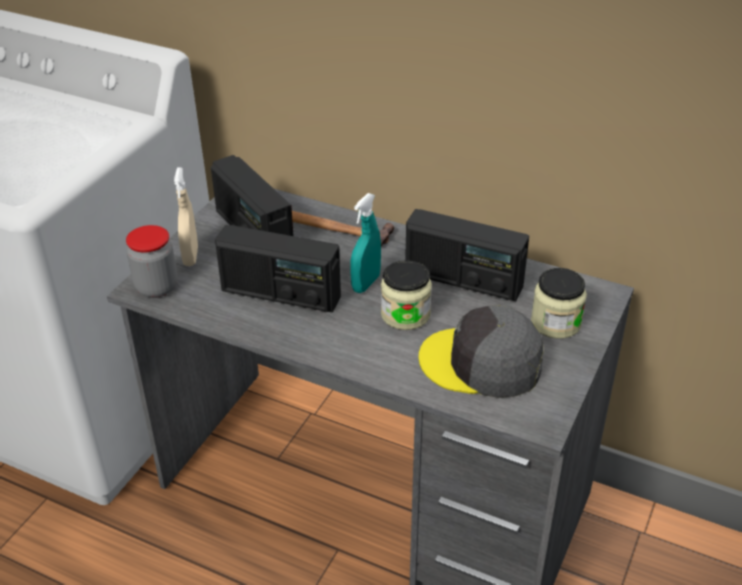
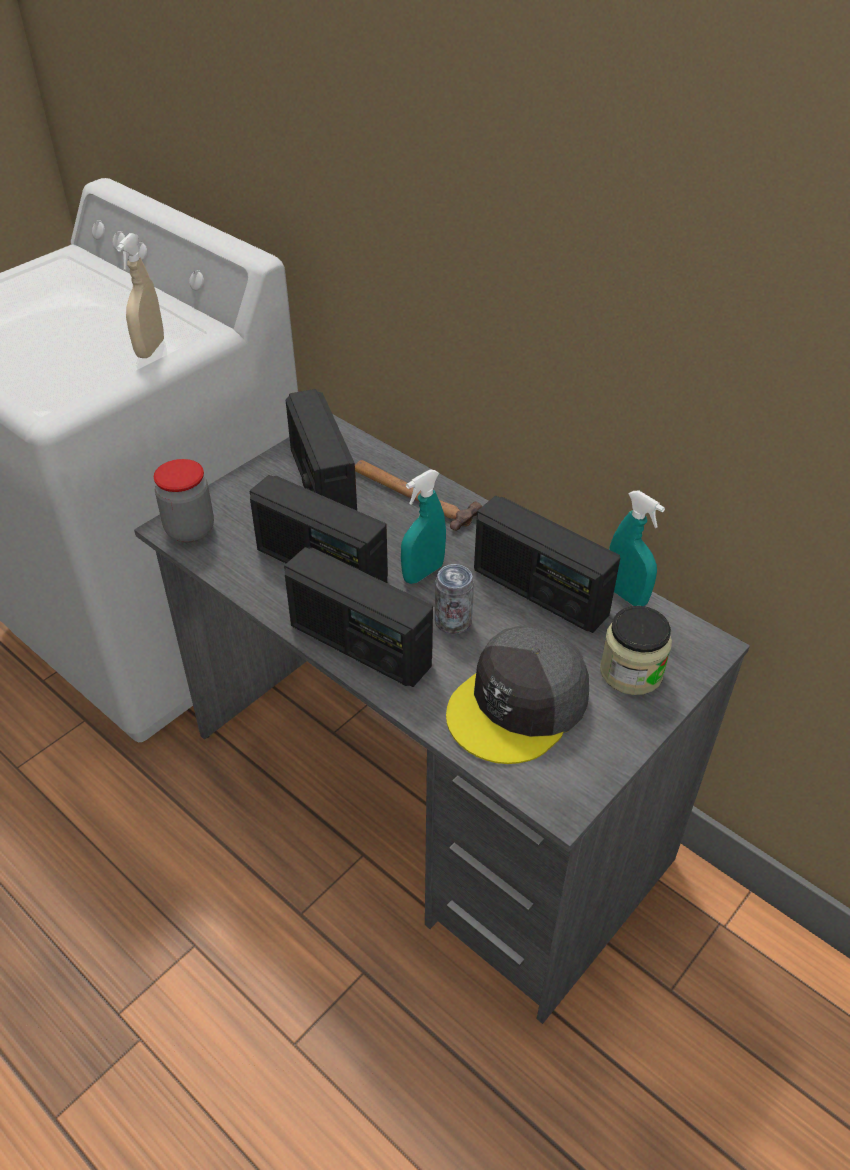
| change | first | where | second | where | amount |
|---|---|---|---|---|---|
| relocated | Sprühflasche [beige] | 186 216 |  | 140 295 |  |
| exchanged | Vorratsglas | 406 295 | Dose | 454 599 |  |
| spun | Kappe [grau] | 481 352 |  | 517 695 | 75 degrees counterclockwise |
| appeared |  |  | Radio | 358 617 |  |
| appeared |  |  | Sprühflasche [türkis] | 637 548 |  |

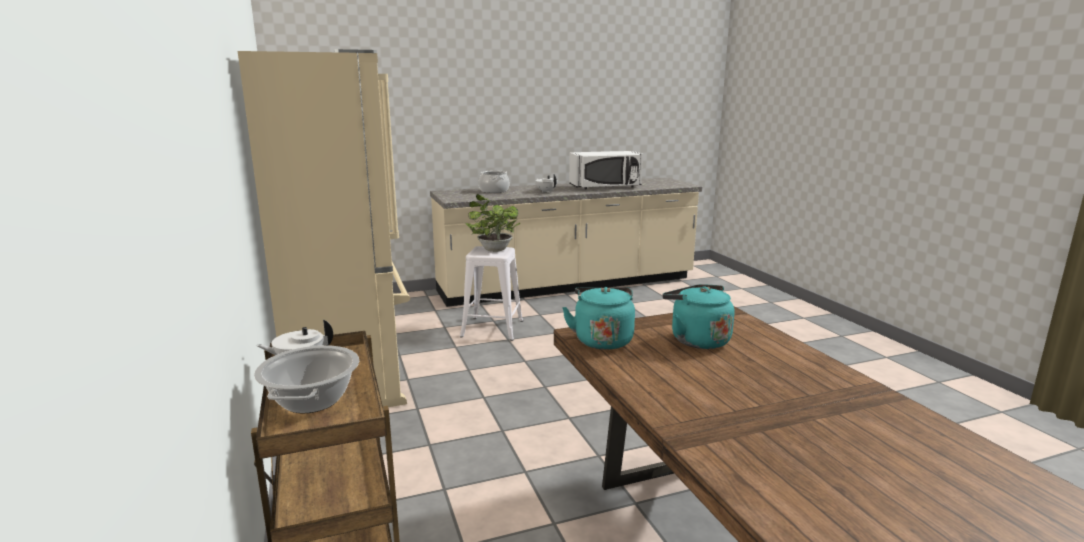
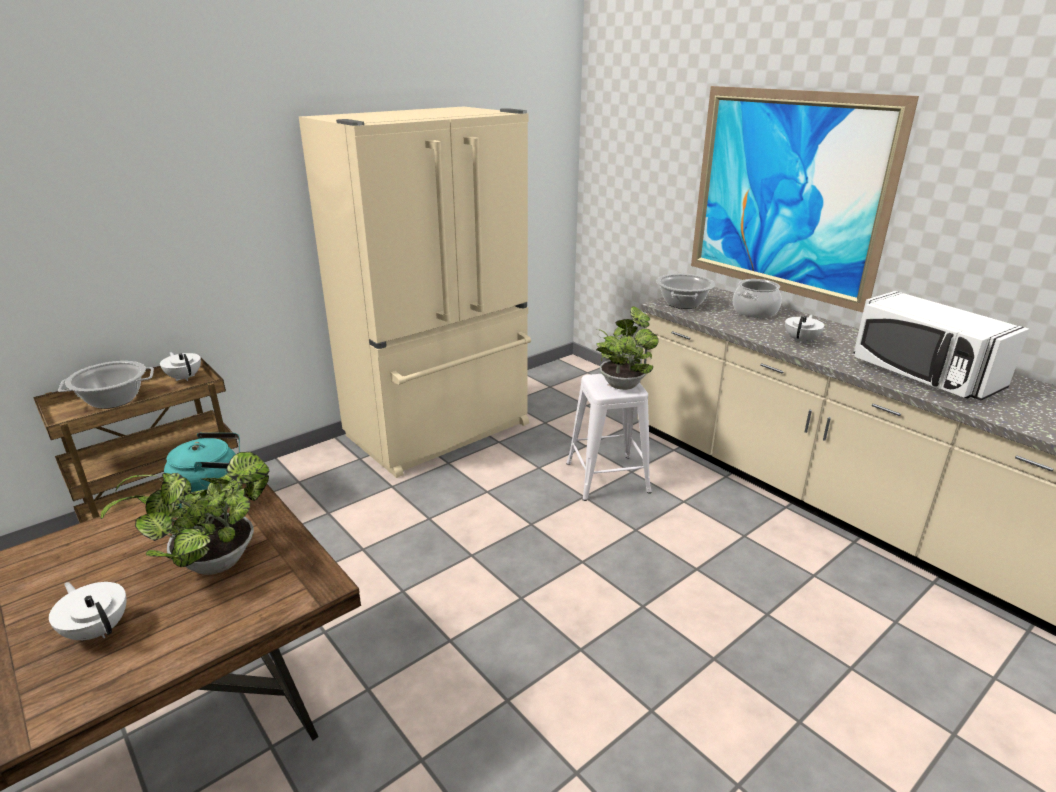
| change | first | where | second | where | amount |
|---|---|---|---|---|---|
| exchanged | Wasserkessel [türkis] | 698 316 | Topfpflanze | 185 513 |  |
| appeared |  |  | Teekanne [weiß] | 87 611 |  |
| appeared |  |  | Kochtopf | 685 291 |  |
| appeared |  |  | Bild | 805 199 |  |

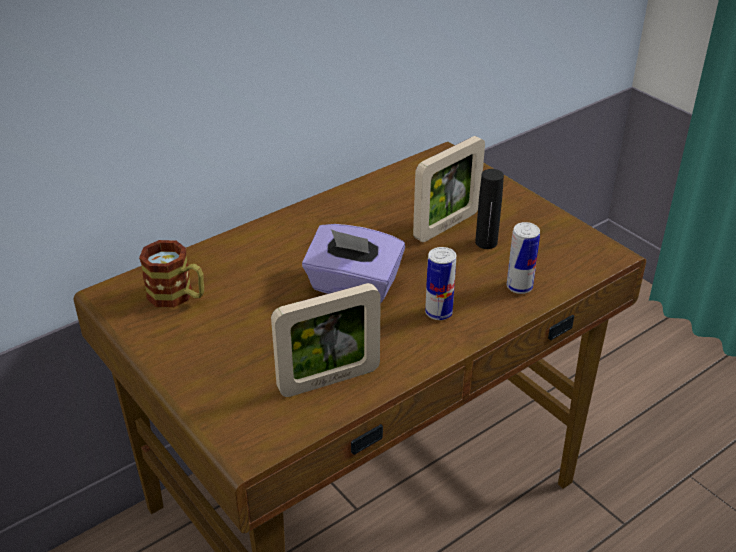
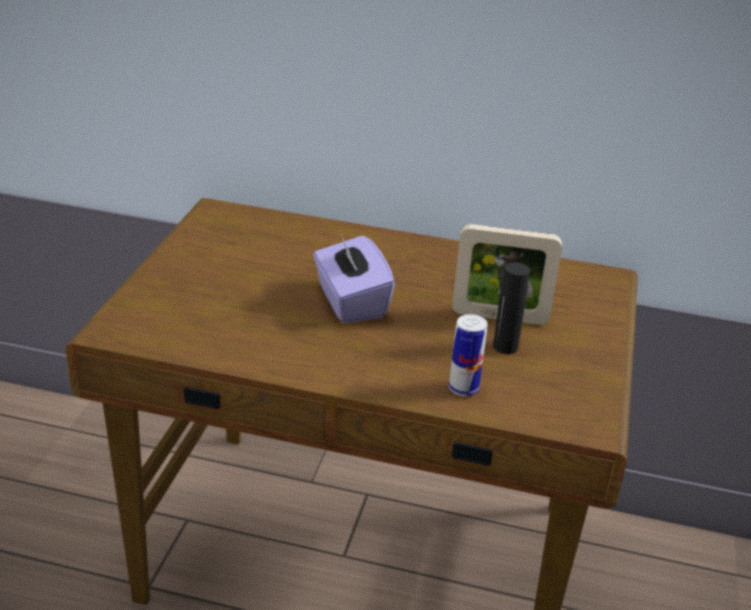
| change | first | where | second | where | amount |
|---|---|---|---|---|---|
| missing | Henkelbecher | 171 274 |  |  |  |
| missing | Bilderrahmen | 326 340 |  |  |  |
| missing | Dose | 440 283 |  |  |  |

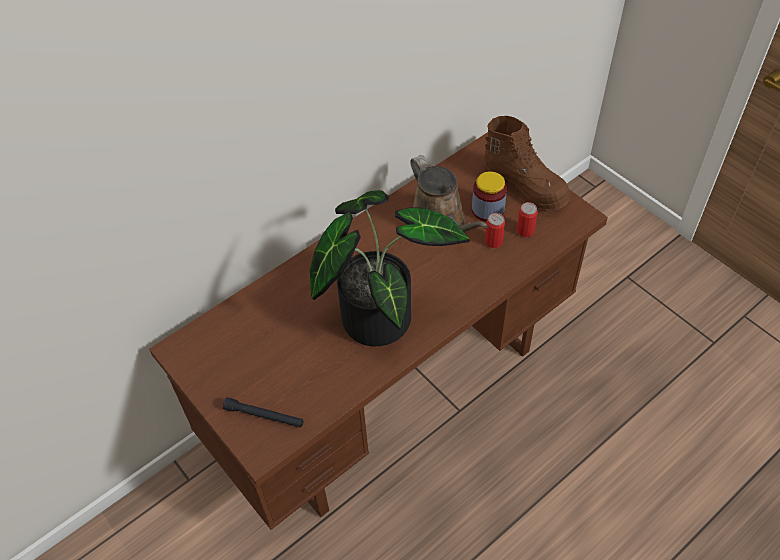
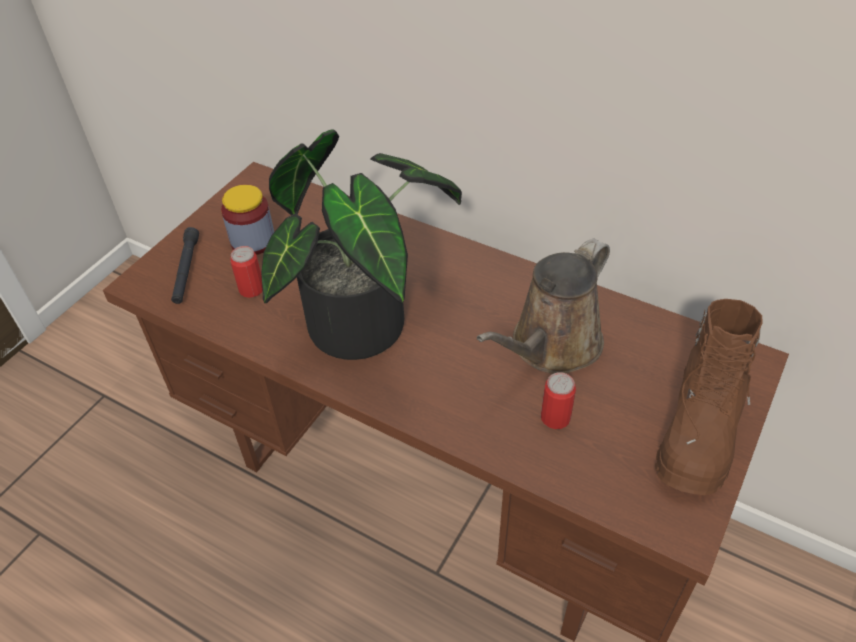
| change | first | where | second | where | amount |
|---|---|---|---|---|---|
| relocated | Vorratsglas | 489 196 |  | 247 220 |  |
| relocated | Dose | 527 219 |  | 246 272 |  |

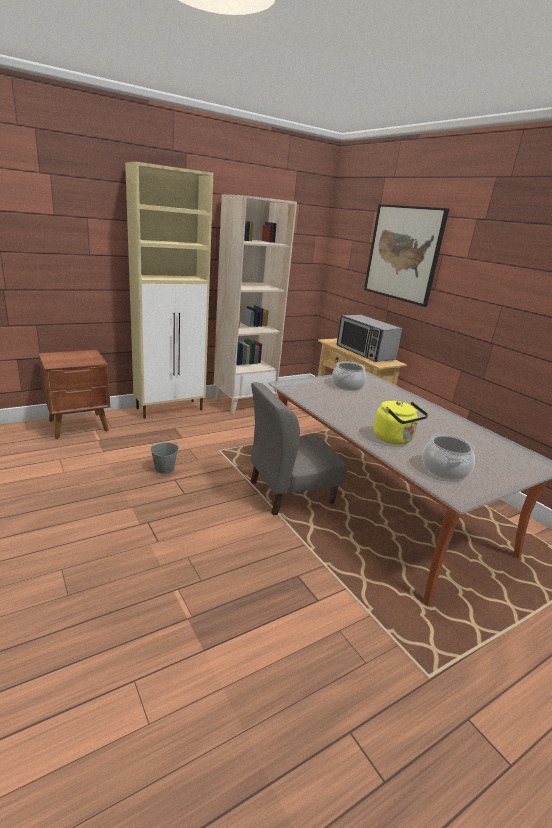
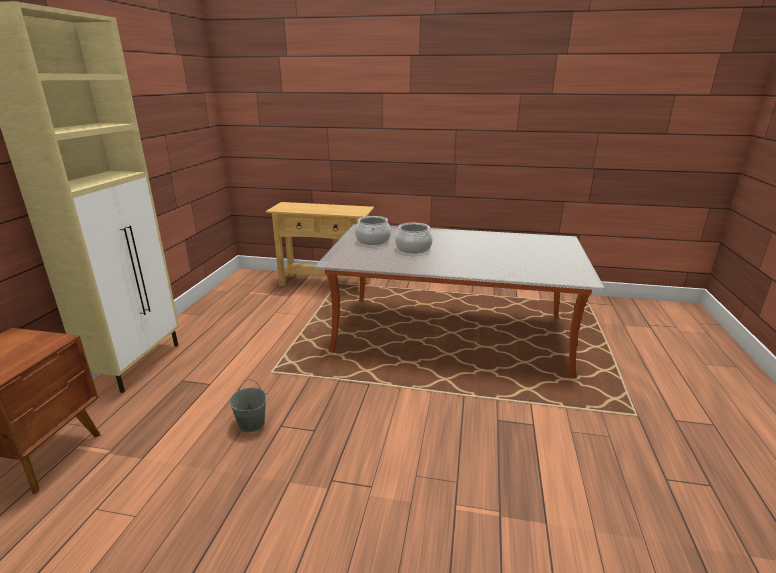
| change | first | where | second | where | amount |
|---|---|---|---|---|---|
| missing | Bücherregal [beige] | 255 304 |  |  |  |
| missing | Stuhl [grau] | 299 449 |  |  |  |
| missing | Mikrowelle | 369 338 |  |  |  |
| missing | Bild | 406 255 |  |  |  |
| missing | Wasserkessel [gelb] | 400 423 |  |  |  |
| relocated | Kochtopf | 448 457 |  | 414 238 |  |

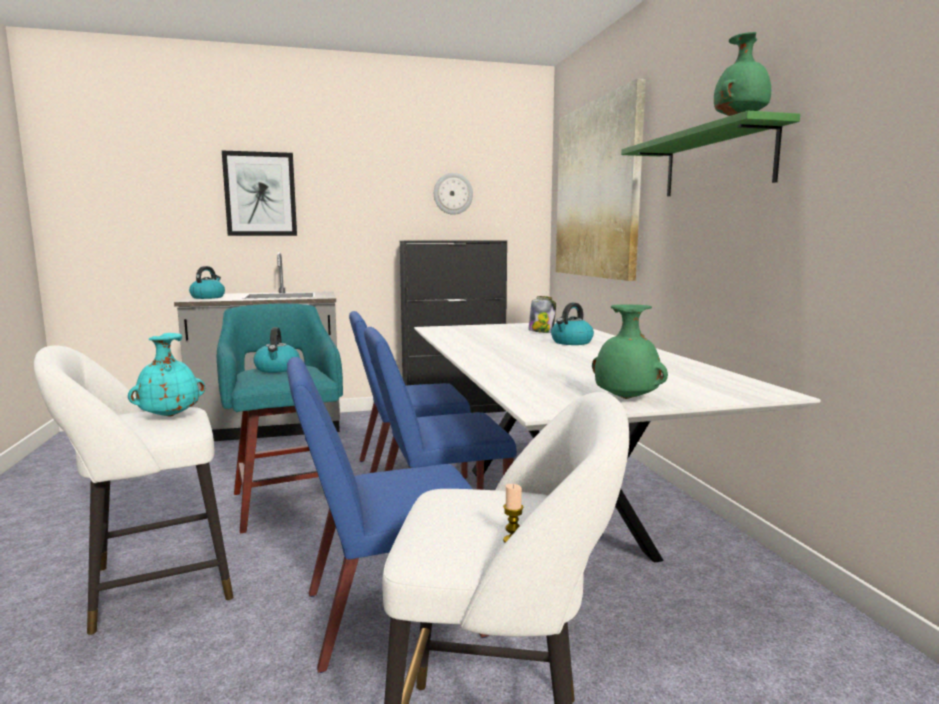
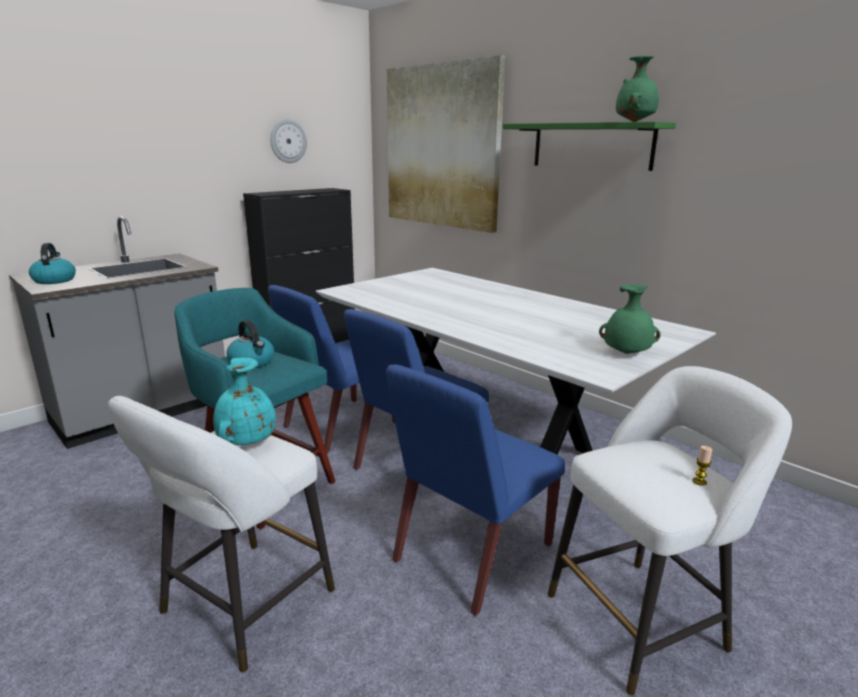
| change | first | where | second | where | amount |
|---|---|---|---|---|---|
| missing | Bild | 259 193 |  |  |  |
| missing | Vorratsglas | 542 314 |  |  |  |
| missing | Wasserkessel | 572 324 |  |  |  |

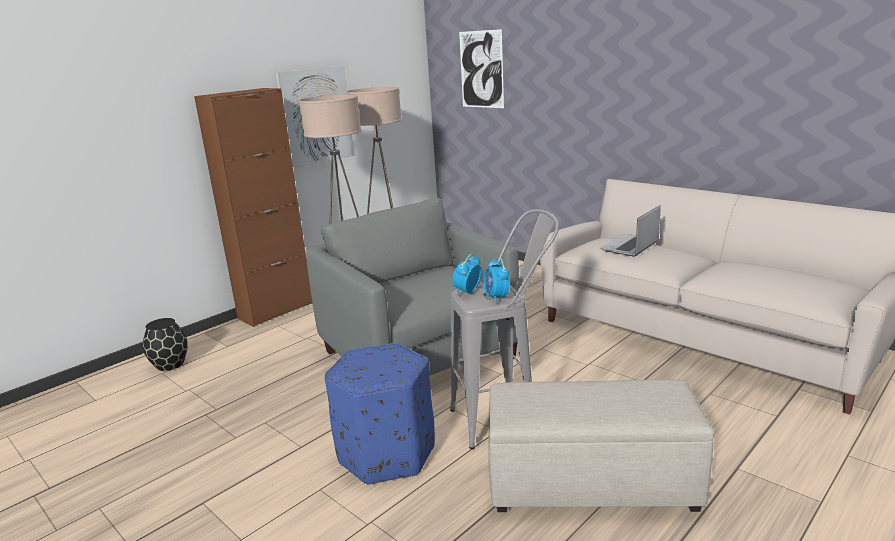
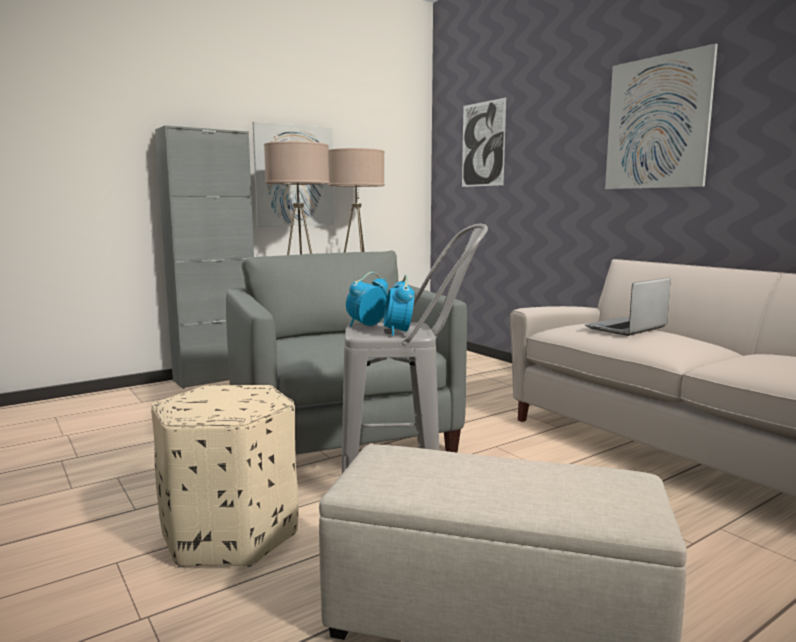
| change | first | where | second | where | amount |
|---|---|---|---|---|---|
| missing | Vase [schwarz] | 165 344 |  |  |  |
| colour | Schrank [braun] | 253 207 | Schrank [grau] | 204 257 |  |
| colour | Polsterhocker [blau] | 380 414 | Polsterhocker [beige] | 224 476 |  |
| appeared |  |  | Bild | 661 116 |  |

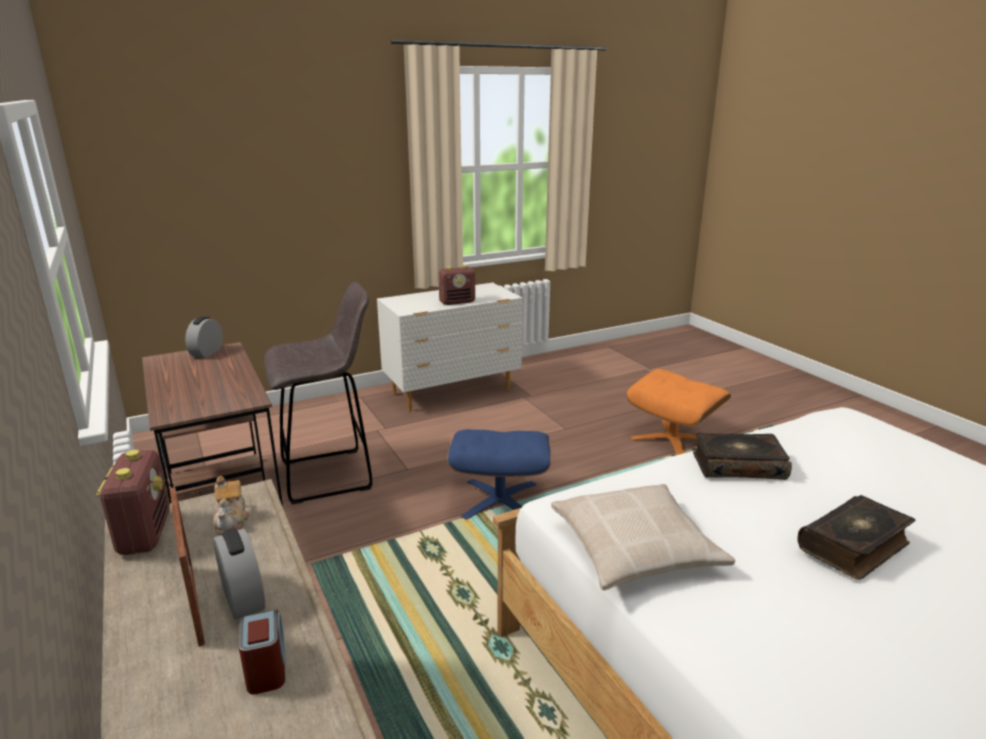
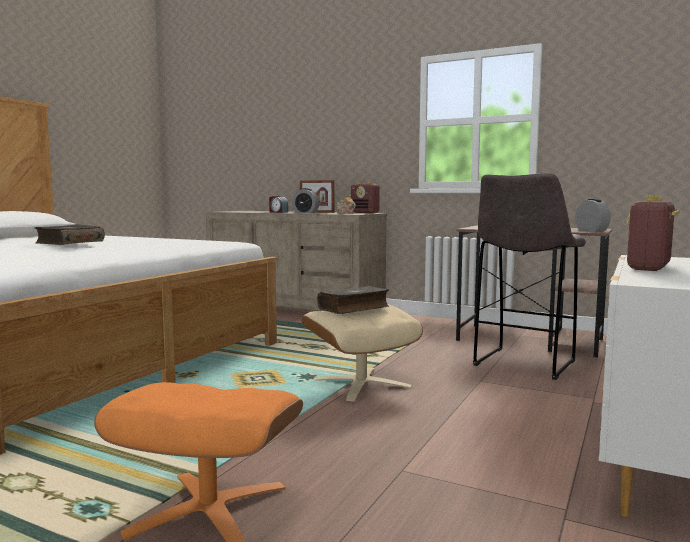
| change | first | where | second | where | amount |
|---|---|---|---|---|---|
| colour | Polsterhocker [blau] | 499 474 | Polsterhocker [beige] | 362 353 |  |
| missing | Kissen [beige] | 643 537 |  |  |  |
| relocated | Buch | 742 456 |  | 353 300 |  |

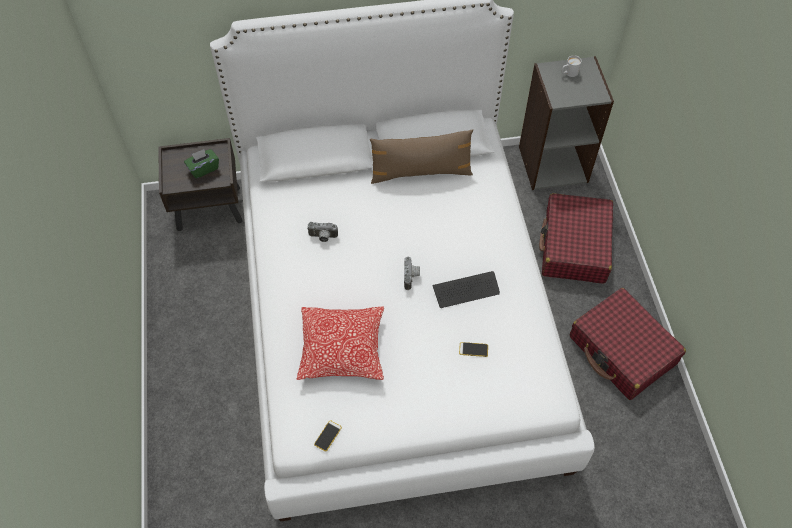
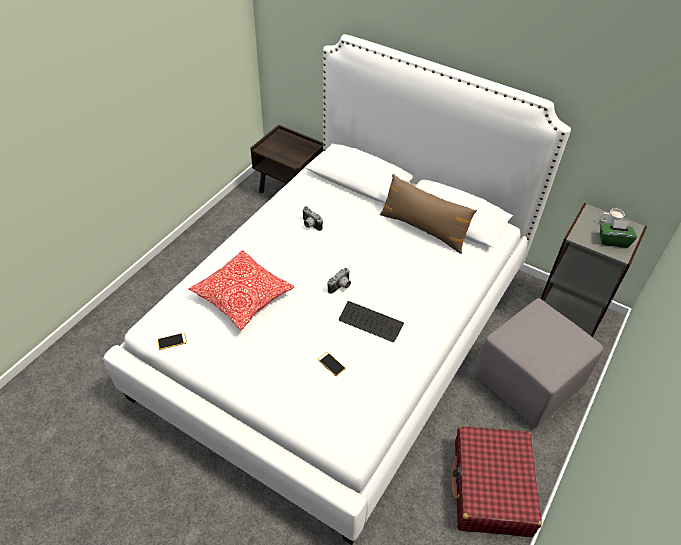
| change | first | where | second | where | amount |
|---|---|---|---|---|---|
| relocated | Taschentuchbox [grün] | 201 164 |  | 618 233 |  |
| exchanged | Koffer [rot] | 576 238 | Polsterhocker [grau] | 539 363 |  |

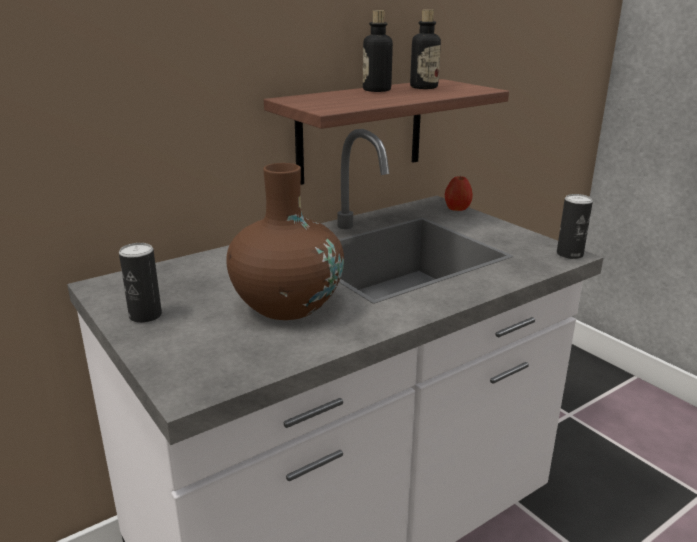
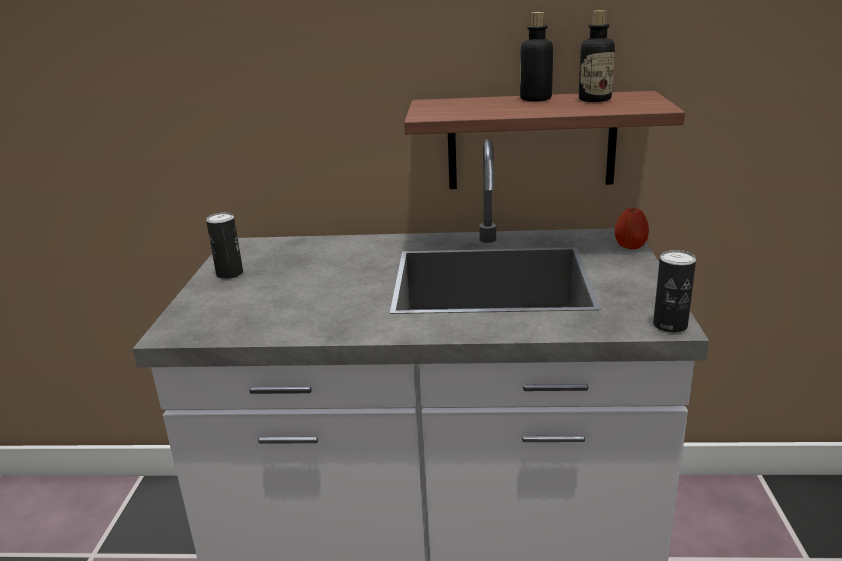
| change | first | where | second | where | amount |
|---|---|---|---|---|---|
| missing | Vase [braun] | 285 241 |  |  |  |

